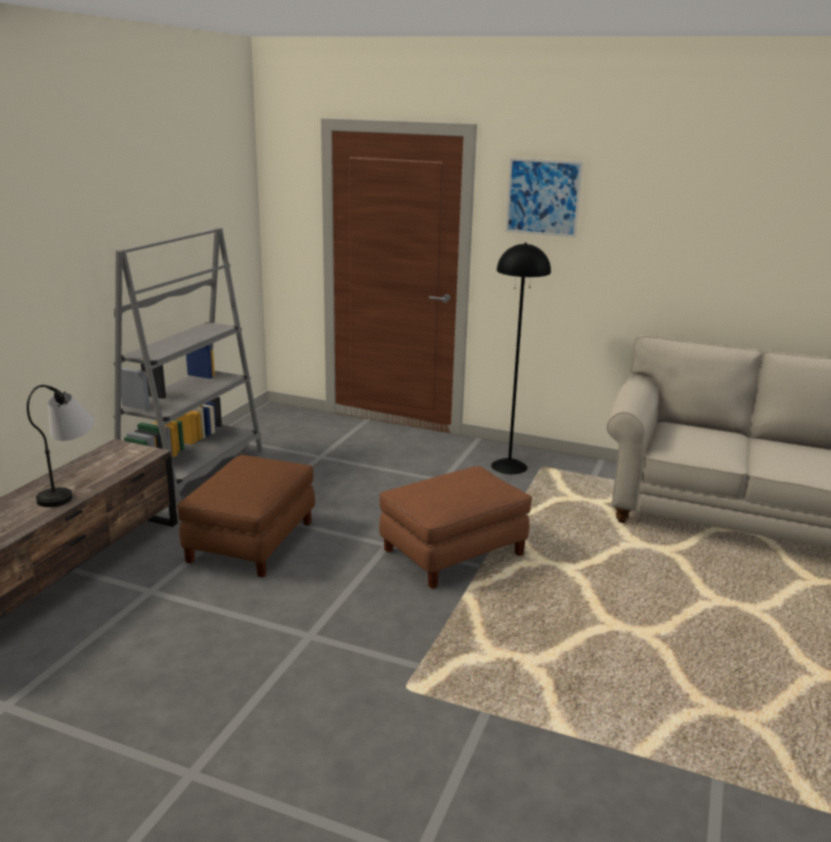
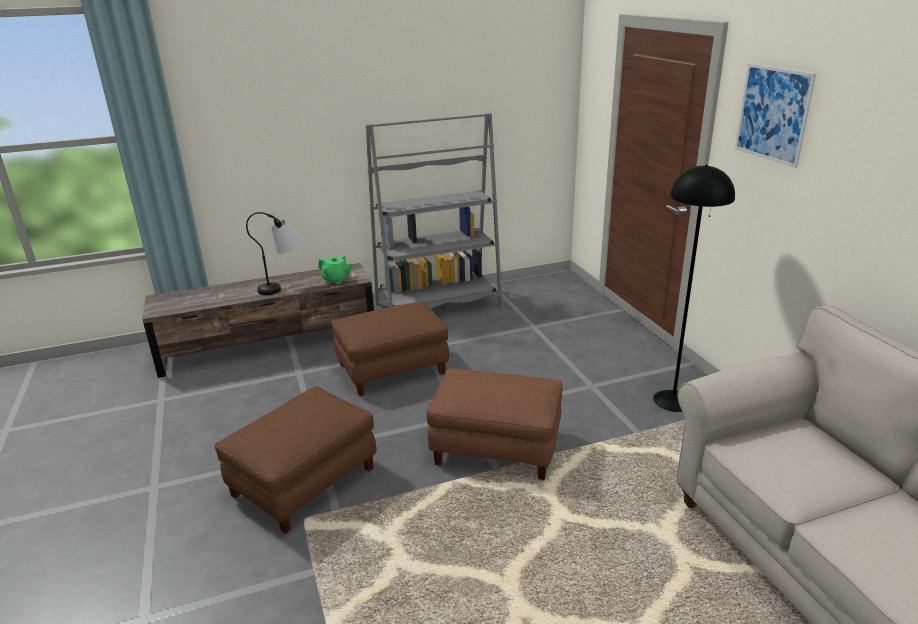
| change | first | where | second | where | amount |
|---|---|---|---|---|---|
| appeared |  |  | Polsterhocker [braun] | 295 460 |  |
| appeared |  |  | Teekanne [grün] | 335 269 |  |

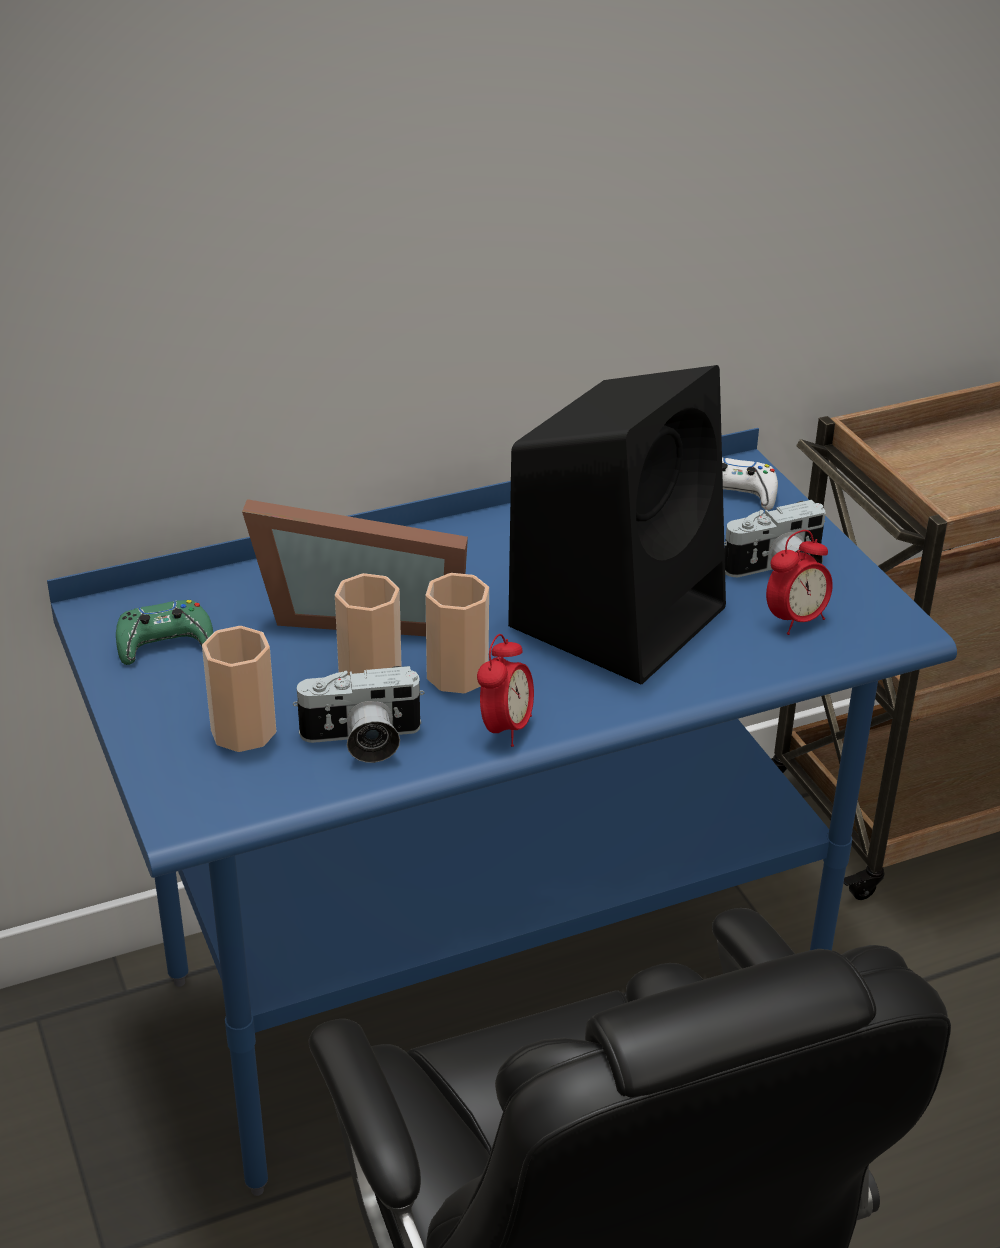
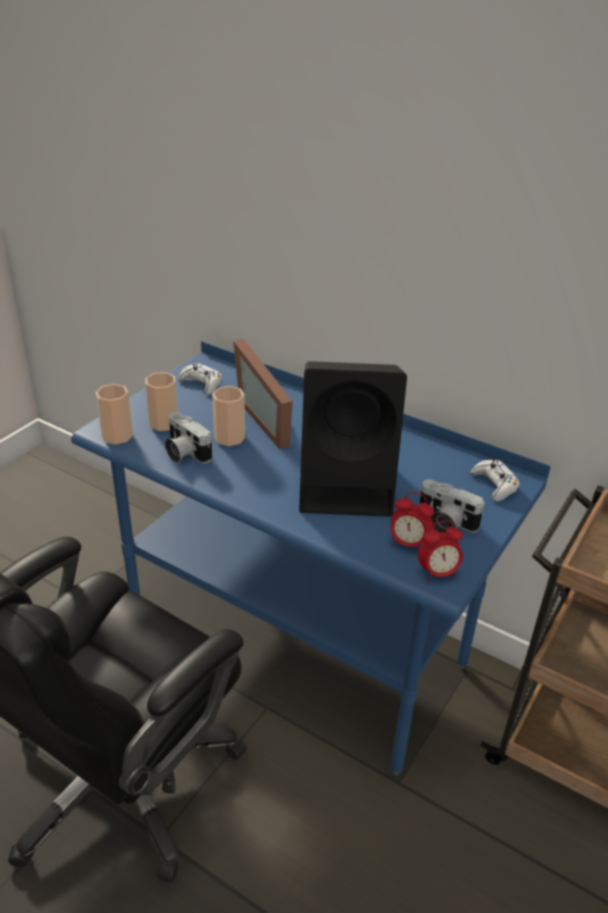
| change | first | where | second | where | amount |
|---|---|---|---|---|---|
| colour | Gamepad [grün] | 164 632 | Gamepad [weiß] | 200 379 |  |
| relocated | Tasse | 457 633 |  | 114 414 |  |
| relocated | Wecker | 505 690 |  | 440 551 |  |

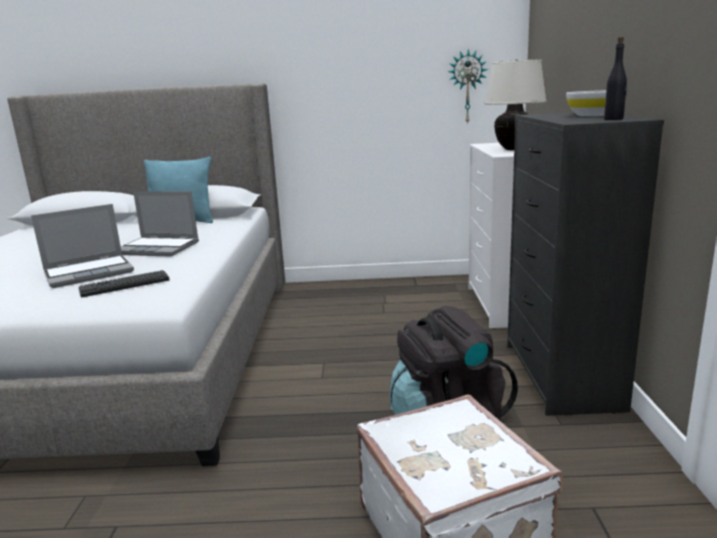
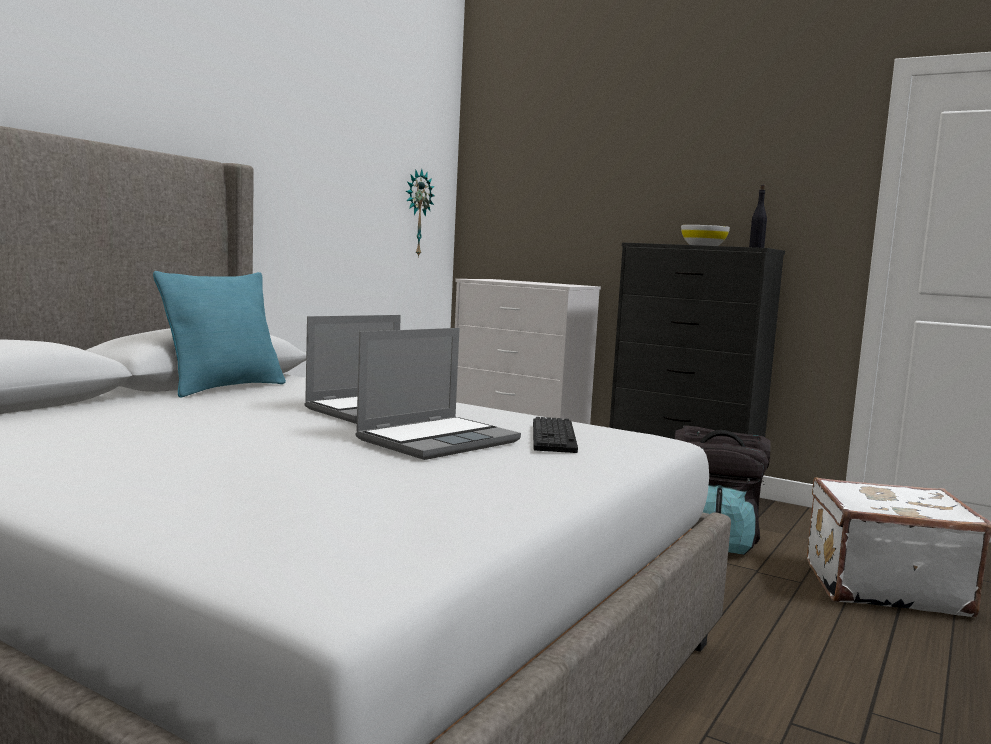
| change | first | where | second | where | amount |
|---|---|---|---|---|---|
| spun | Laptop | 82 246 |  | 438 394 | 45 degrees clockwise |
| missing | Tischlampe [beige] | 515 104 |  |  |  |

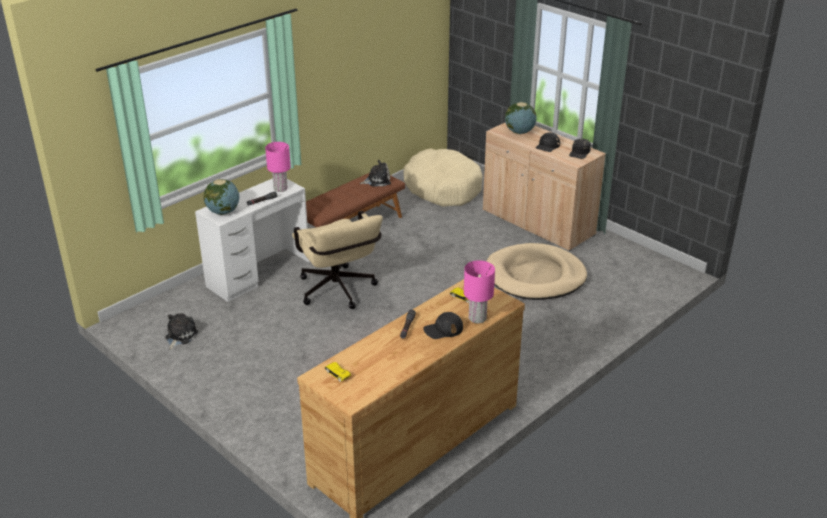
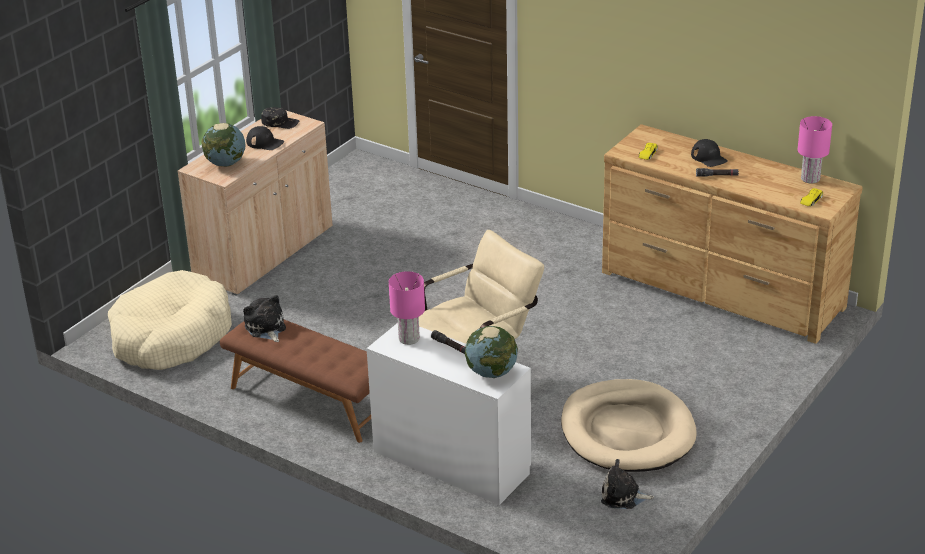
| change | first | where | second | where | amount |
|---|---|---|---|---|---|
| relocated | Tischlampe [rosa] | 479 291 |  | 815 149 |  |
| relocated | Hundebett [beige] | 536 271 |  | 629 425 |  |

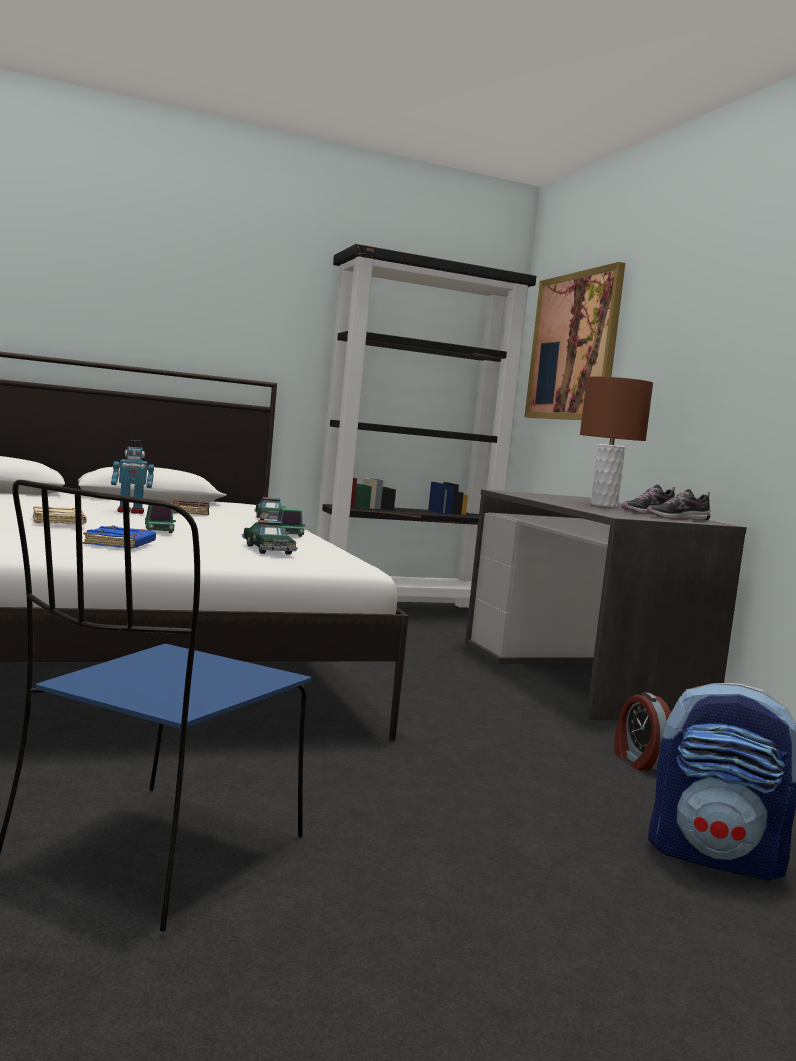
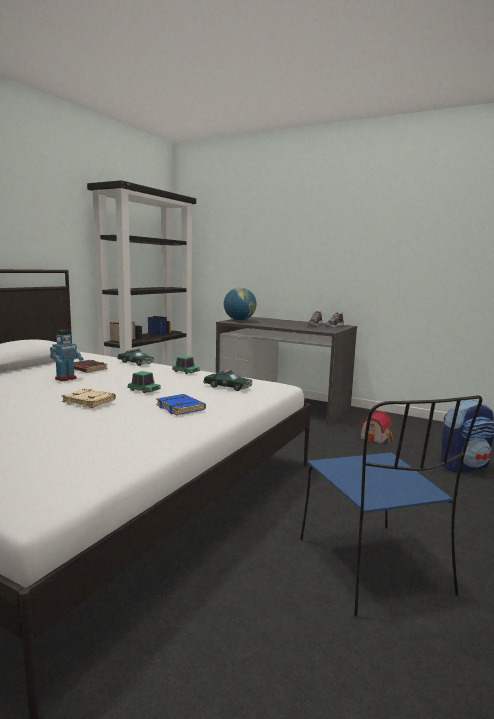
| change | first | where | second | where | amount |
|---|---|---|---|---|---|
| missing | Bild | 575 341 |  |  |  |
| missing | Tischlampe [braun] | 616 441 |  |  |  |
| exchanged | Wecker | 642 731 | Spielzeughaus | 376 426 |  |
| appeared |  |  | Globus | 240 304 |  |

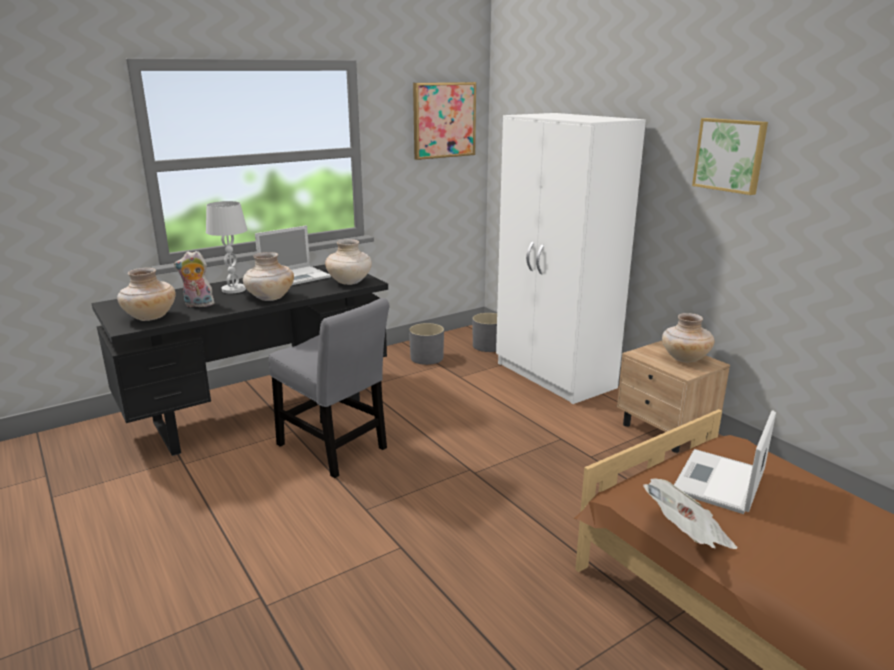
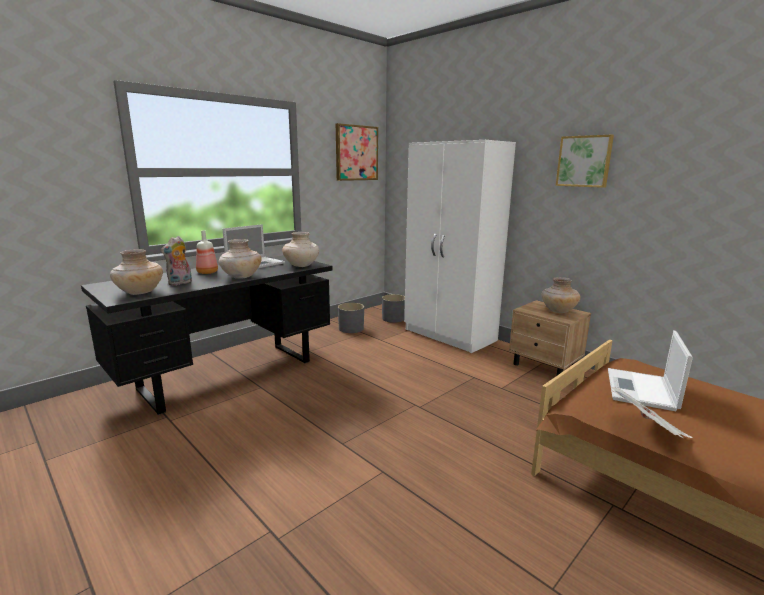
| change | first | where | second | where | amount |
|---|---|---|---|---|---|
| spun | Plüschtier | 195 279 |  | 176 260 | 45 degrees counterclockwise |
| exchanged | Tischlampe [weiß] | 226 247 | Flasche | 207 252 |  |
| missing | Stuhl [grau] | 329 388 |  |  |  |

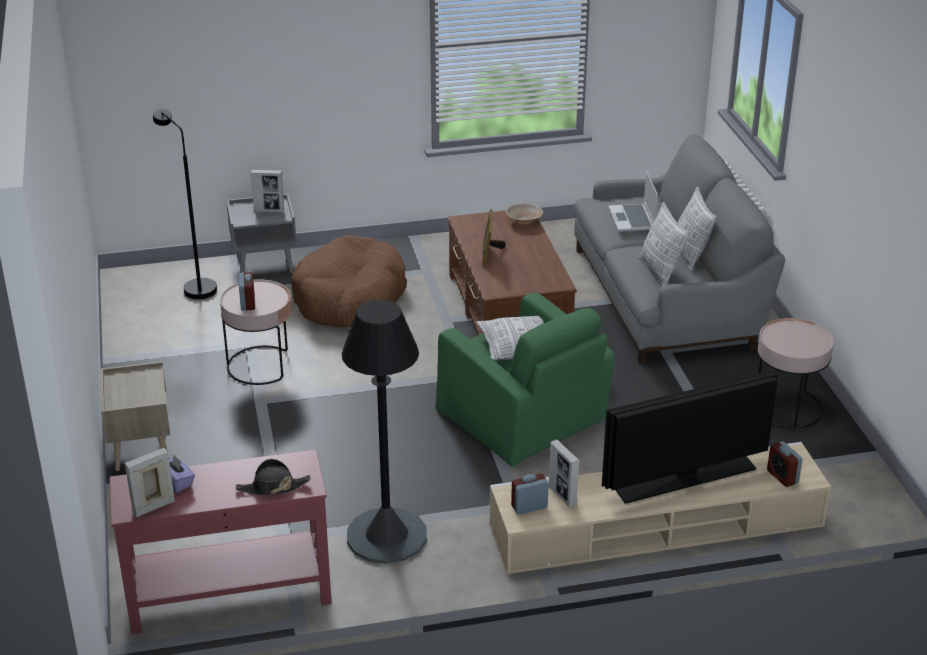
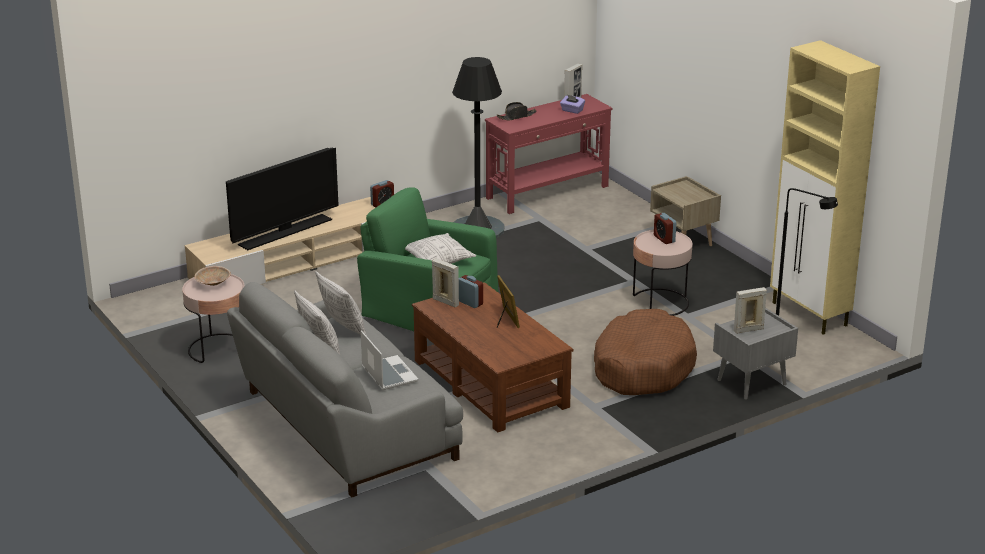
| change | first | where | second | where | amount |
|---|---|---|---|---|---|
| relocated | Schüssel [beige] | 524 213 |  | 213 276 |  |
| relocated | Bilderrahmen | 564 474 |  | 445 283 |  |
| relocated | Wecker | 784 464 |  | 471 291 |  |
| appeared |  |  | Schrank [beige] | 825 187 |  |

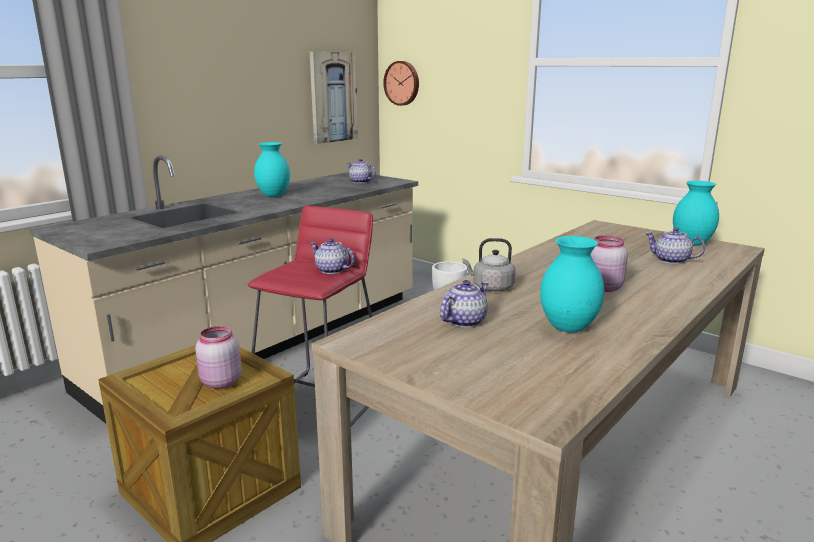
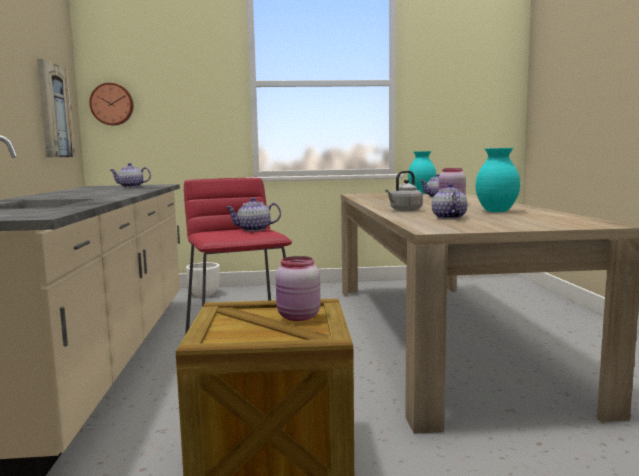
| change | first | where | second | where | amount |
|---|---|---|---|---|---|
| missing | Vase [türkis] | 272 169 |  |  |  |

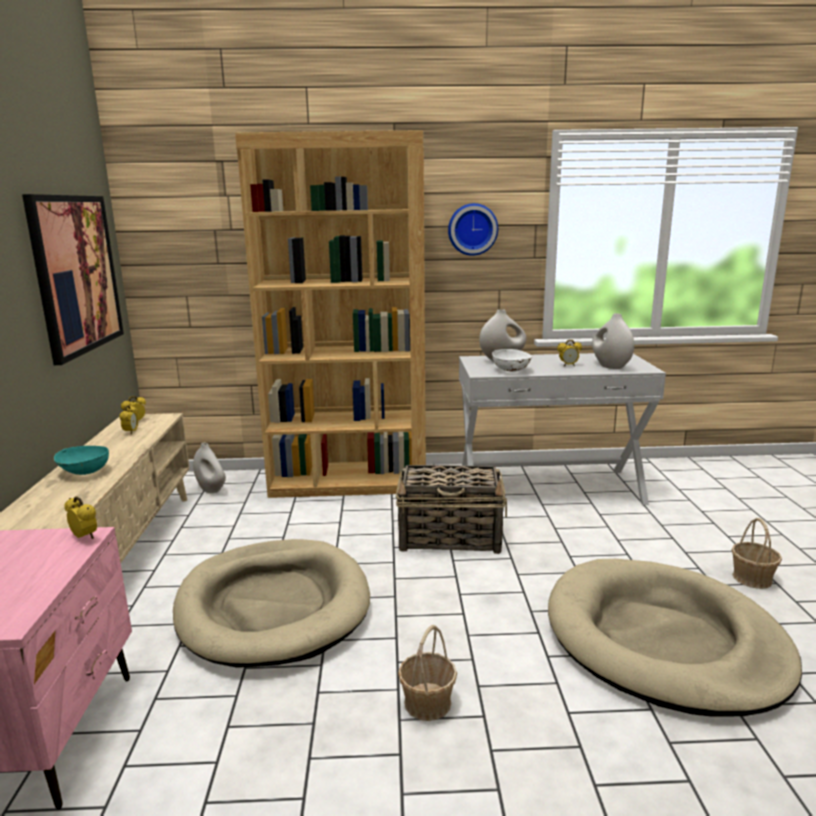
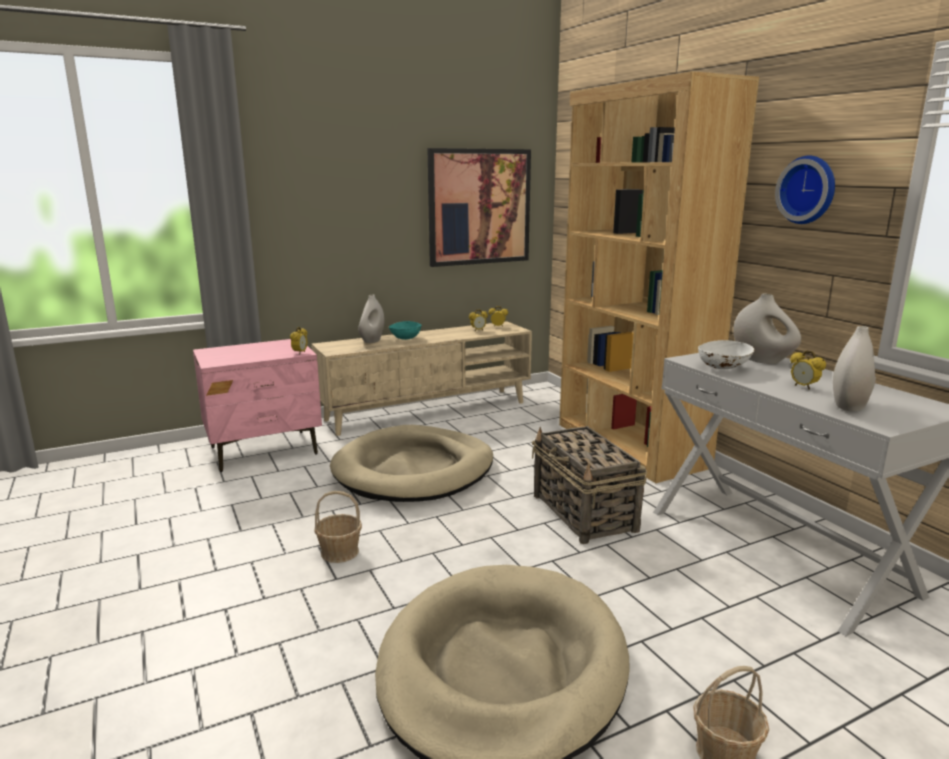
| change | first | where | second | where | amount |
|---|---|---|---|---|---|
| relocated | Vase [weiß] | 209 468 |  | 371 318 |  |

